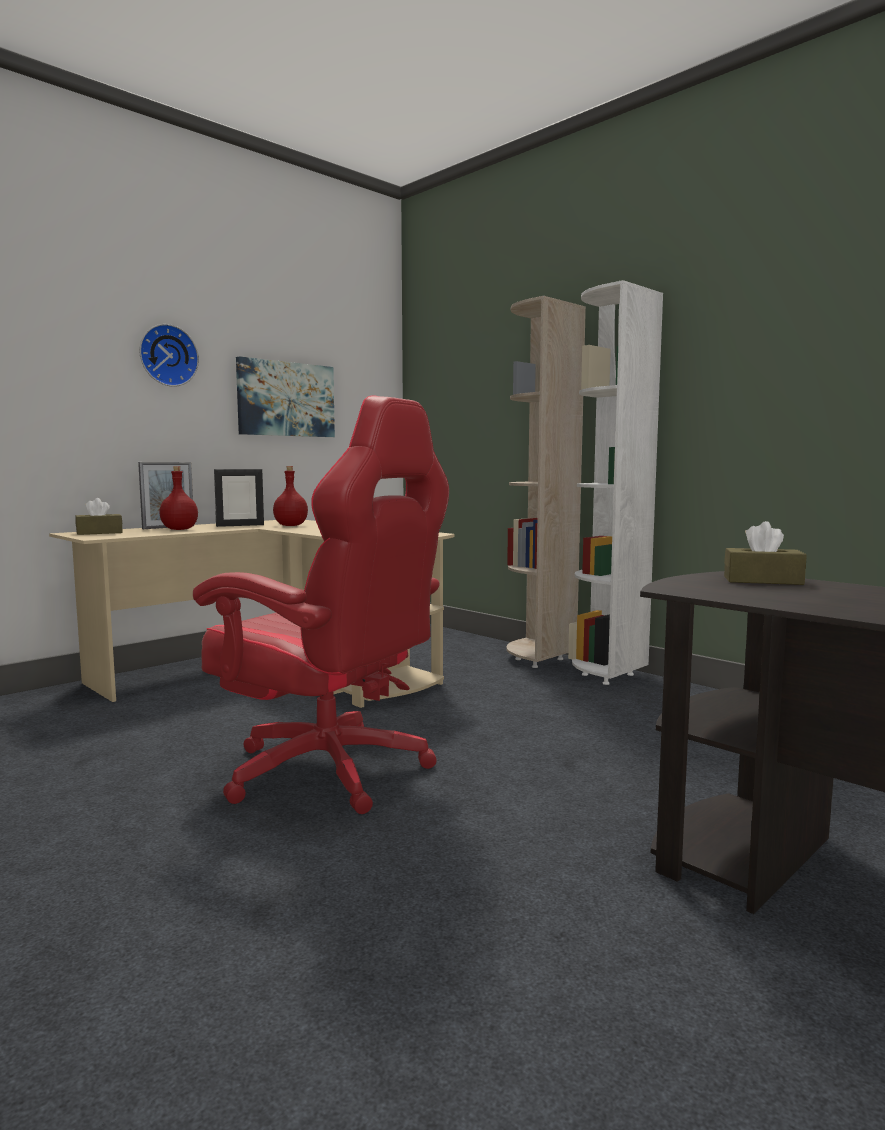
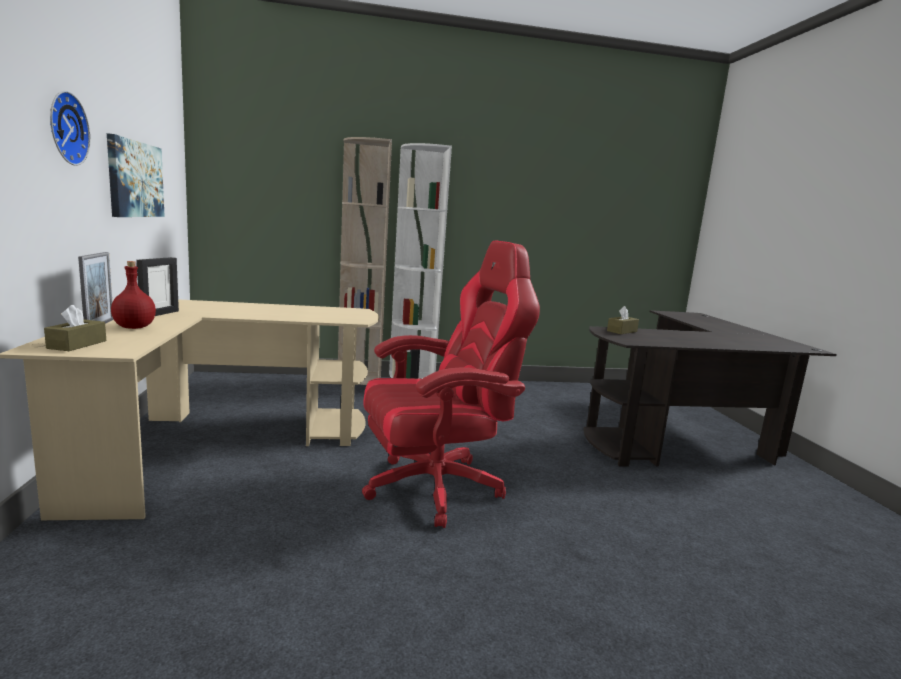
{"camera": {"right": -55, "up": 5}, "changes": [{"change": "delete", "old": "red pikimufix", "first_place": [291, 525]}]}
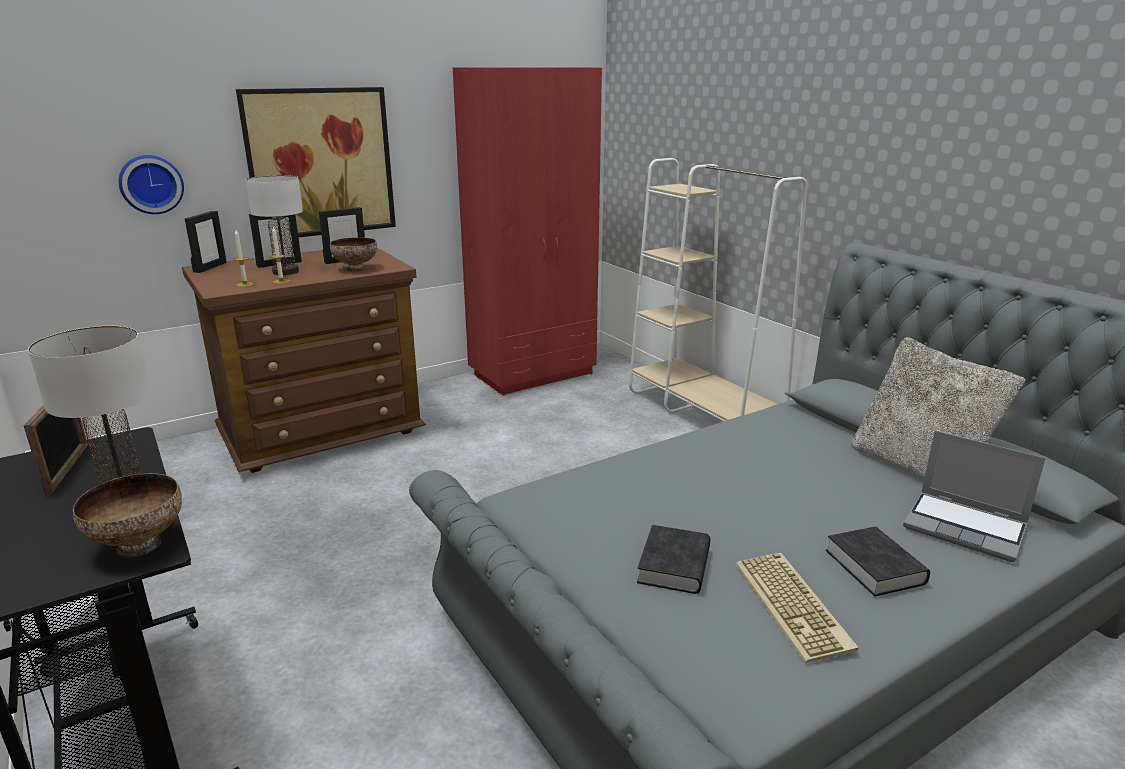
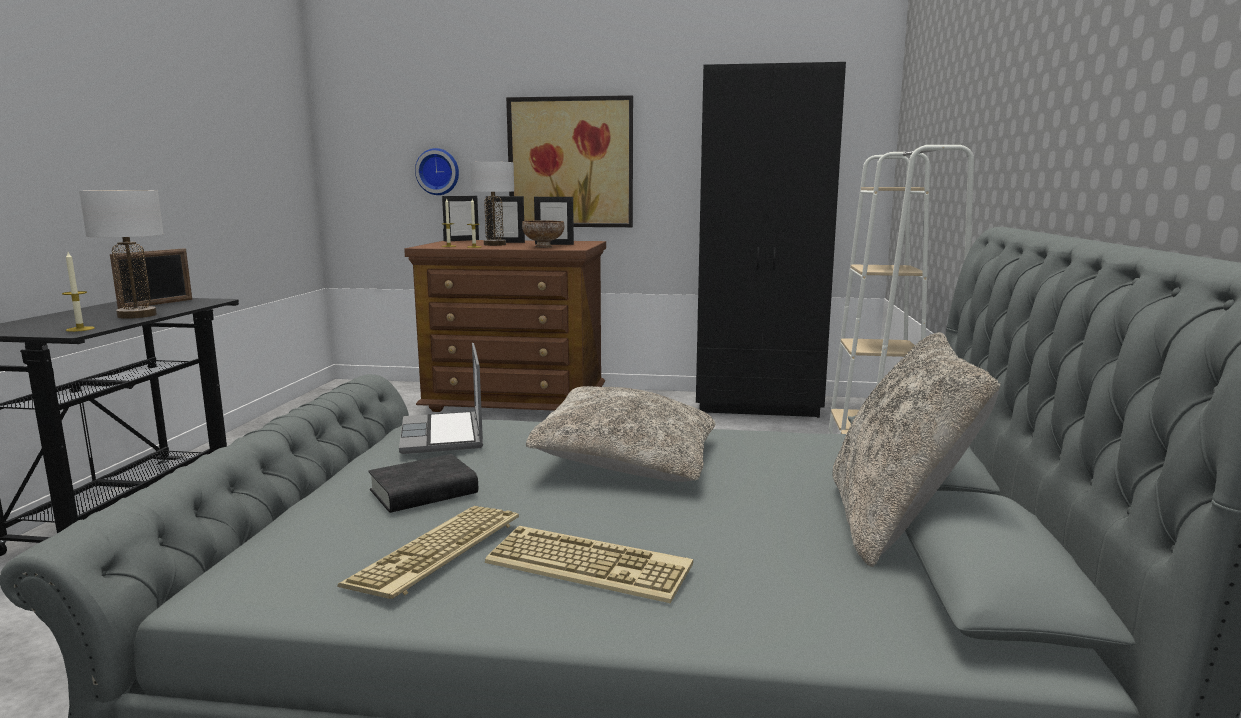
{"camera": {"right": 40, "up": -10}, "changes": [{"change": "recolor", "old": "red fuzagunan", "new": "black fuzagunan", "first_place": [533, 374], "second_place": [758, 405]}, {"change": "move", "old": "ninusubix", "first_place": [966, 527], "second_place": [444, 435]}, {"change": "replace", "old": "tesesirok", "new": "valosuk", "first_place": [140, 544], "second_place": [80, 329]}, {"change": "replace", "old": "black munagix", "new": "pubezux", "first_place": [875, 567], "second_place": [591, 564]}, {"change": "insert", "new": "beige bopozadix", "second_place": [628, 460]}]}
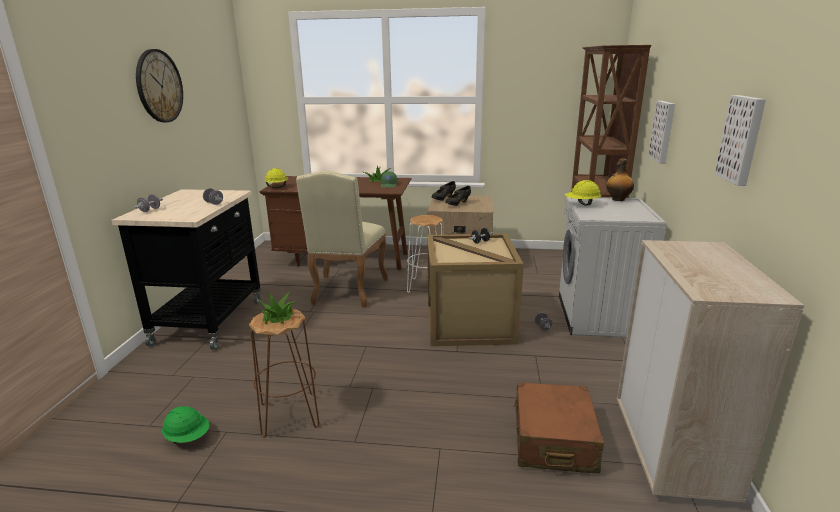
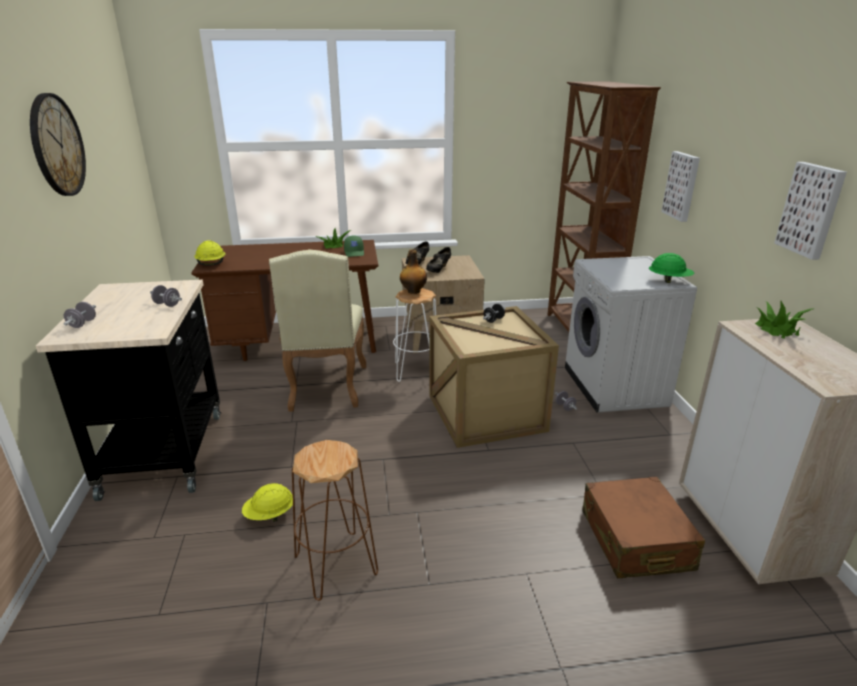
{"camera": {"right": -15, "up": 5}, "changes": [{"change": "move", "old": "pikimufix", "first_place": [617, 199], "second_place": [413, 291]}, {"change": "move", "old": "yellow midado", "first_place": [582, 204], "second_place": [270, 515]}, {"change": "move", "old": "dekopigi", "first_place": [277, 316], "second_place": [777, 329]}, {"change": "move", "old": "green midado", "first_place": [188, 437], "second_place": [669, 281]}]}
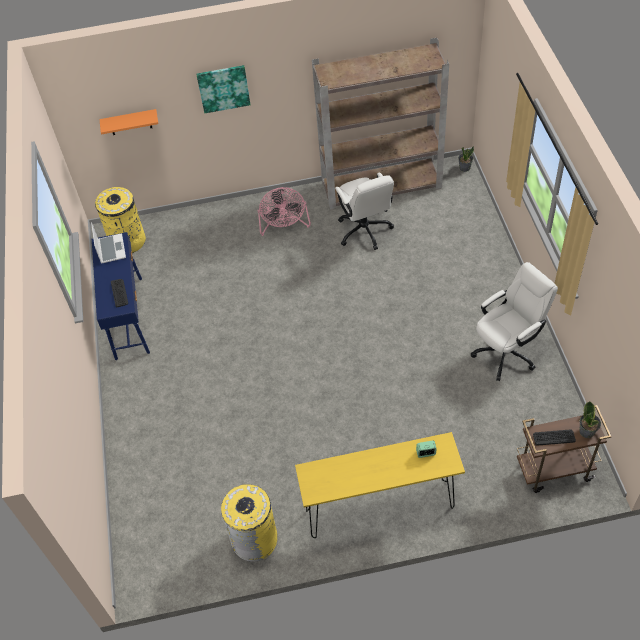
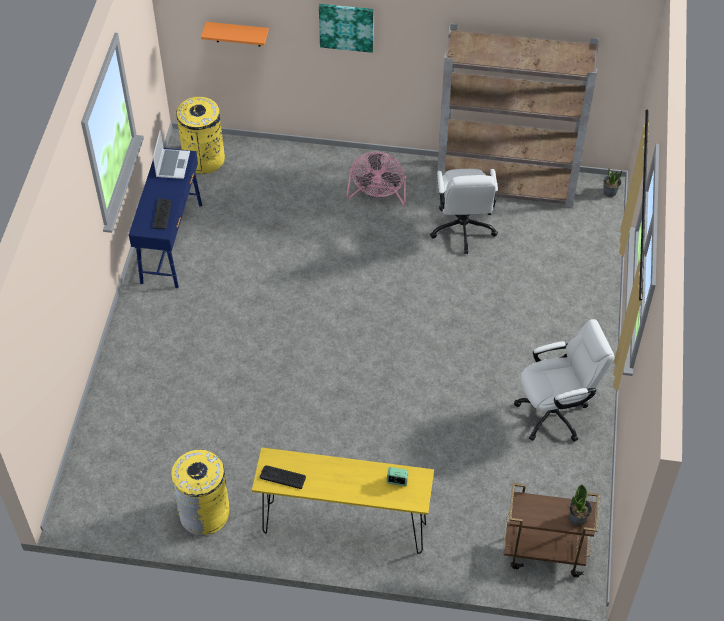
{"camera": {"right": 15, "up": 0}, "changes": [{"change": "move", "old": "pubezux", "first_place": [553, 437], "second_place": [283, 477]}]}
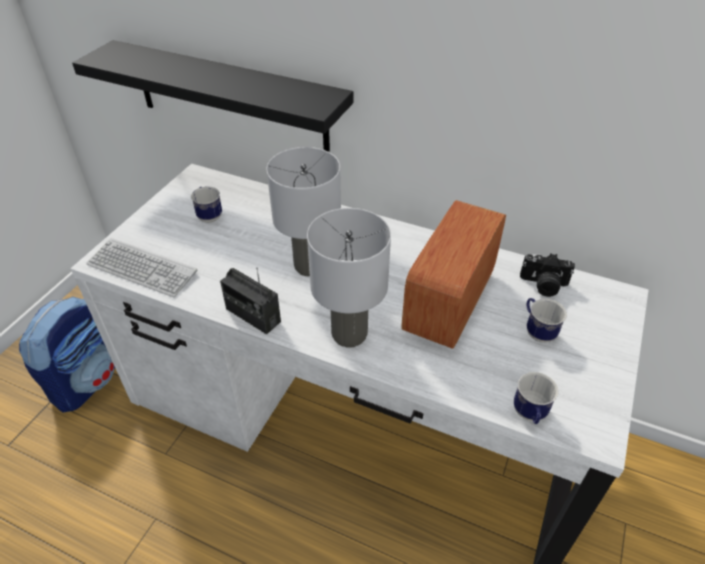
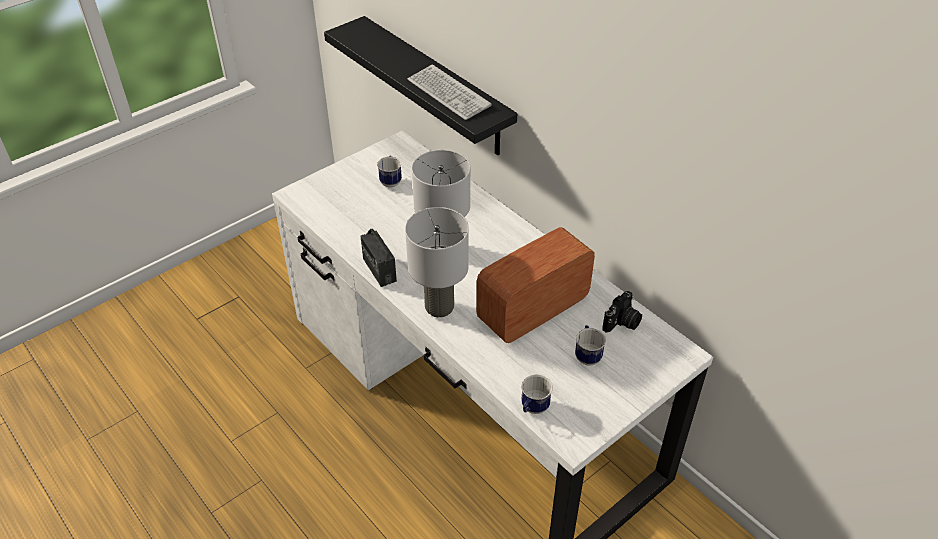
{"camera": {"right": 25, "up": 0}, "changes": [{"change": "move", "old": "pubezux", "first_place": [142, 269], "second_place": [448, 93]}, {"change": "rotate", "old": "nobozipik", "first_place": [543, 285], "second_place": [622, 323], "degrees": -90}, {"change": "delete", "old": "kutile", "first_place": [86, 381]}]}
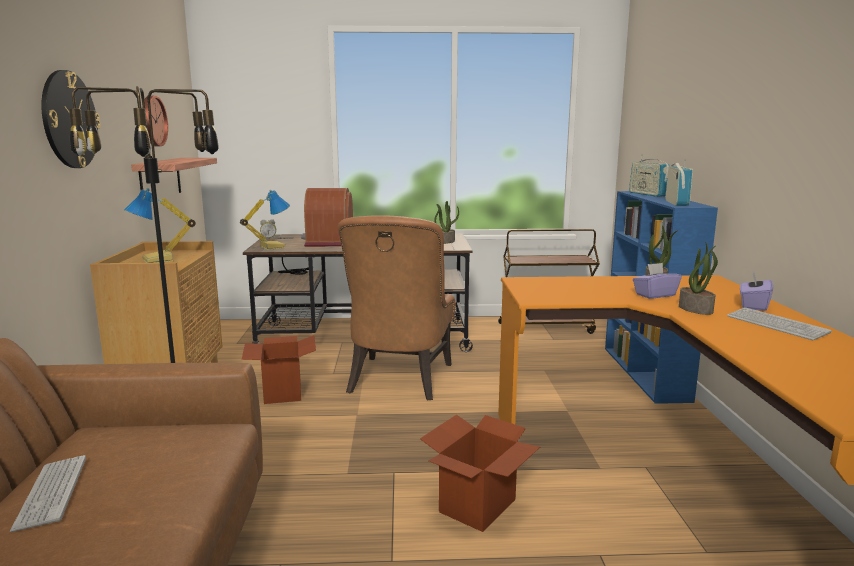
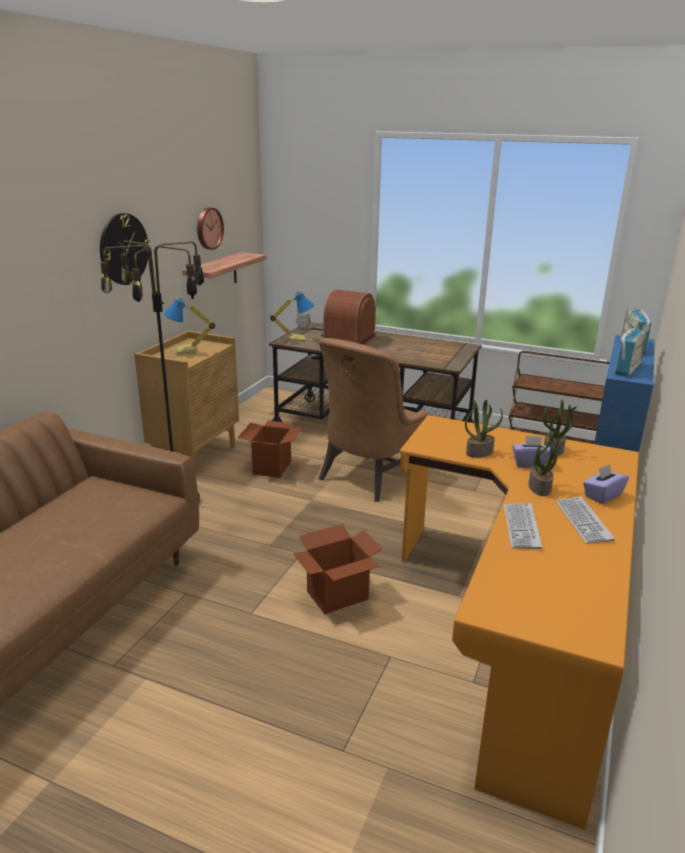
{"camera": {"right": 25, "up": 10}, "changes": [{"change": "move", "old": "dekopigi", "first_place": [446, 241], "second_place": [479, 452]}, {"change": "move", "old": "pubezux", "first_place": [52, 493], "second_place": [521, 526]}]}
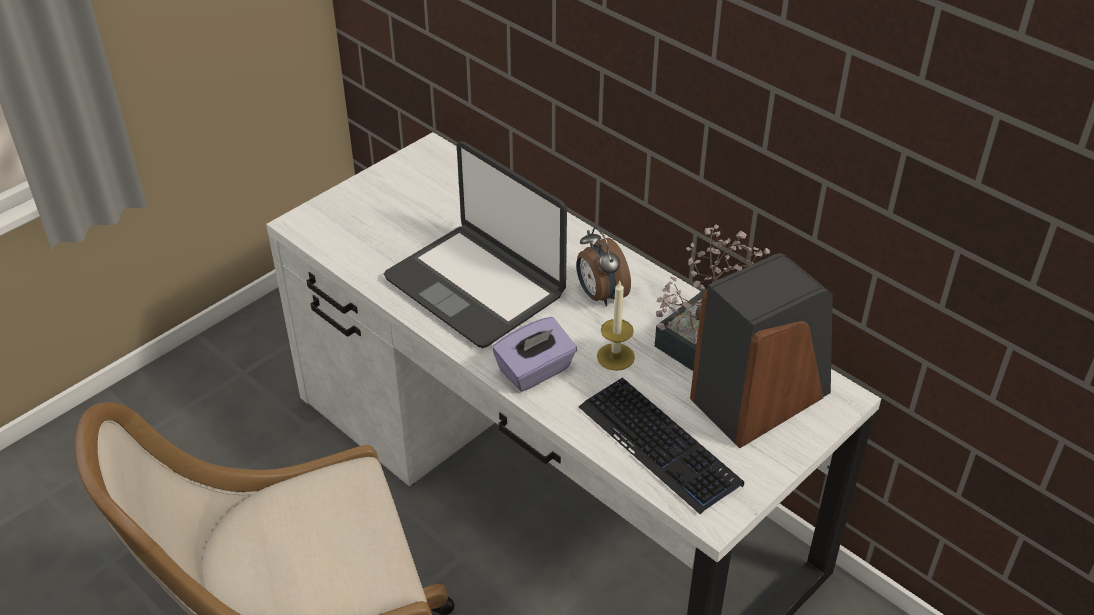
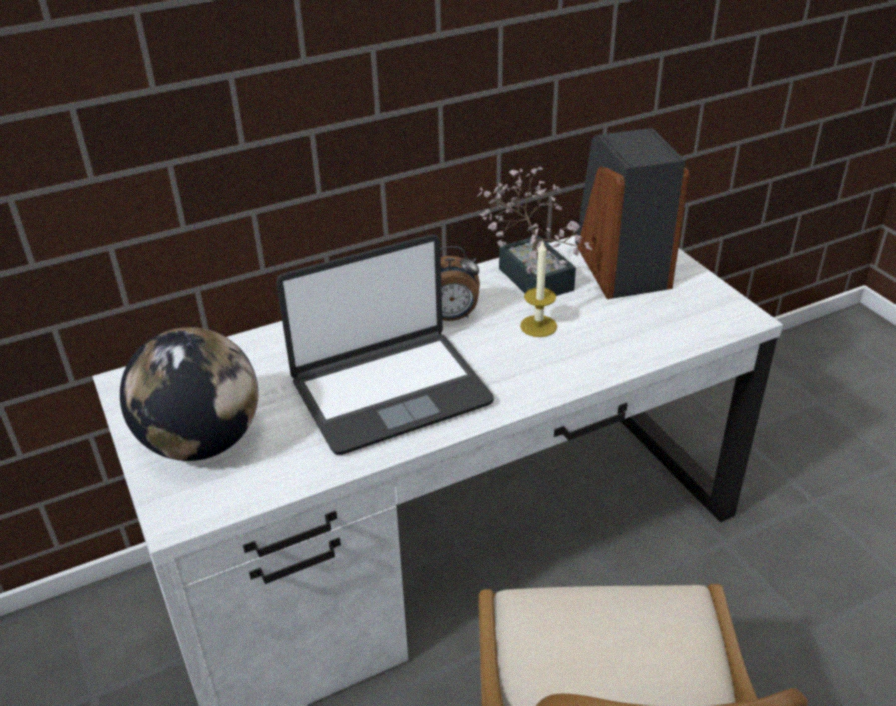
{"camera": {"right": -70, "up": -5}, "changes": [{"change": "delete", "old": "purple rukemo", "first_place": [535, 371]}, {"change": "delete", "old": "pubezux", "first_place": [659, 445]}, {"change": "insert", "new": "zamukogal", "second_place": [202, 442]}]}
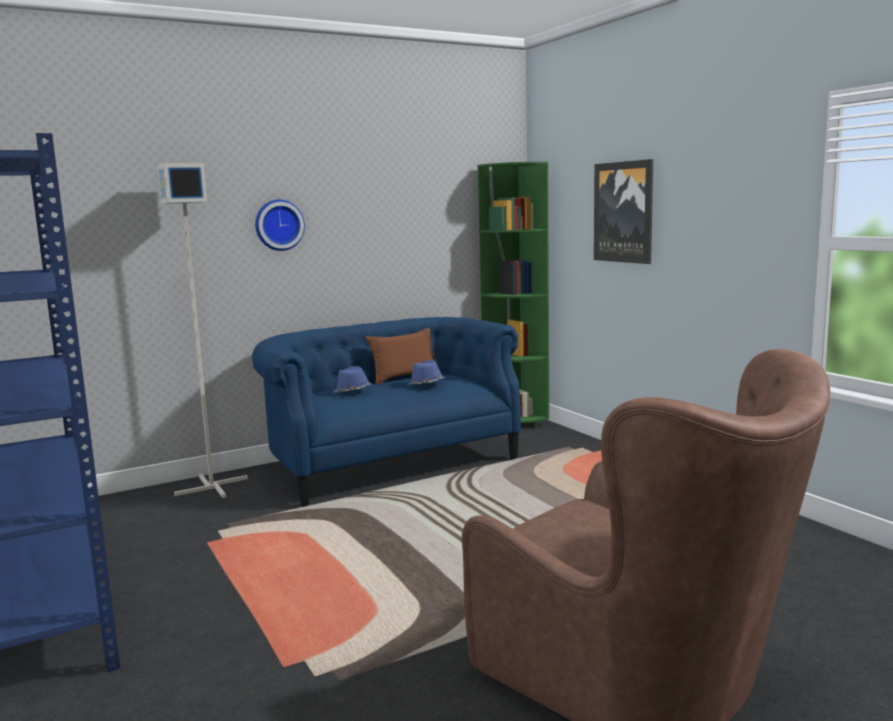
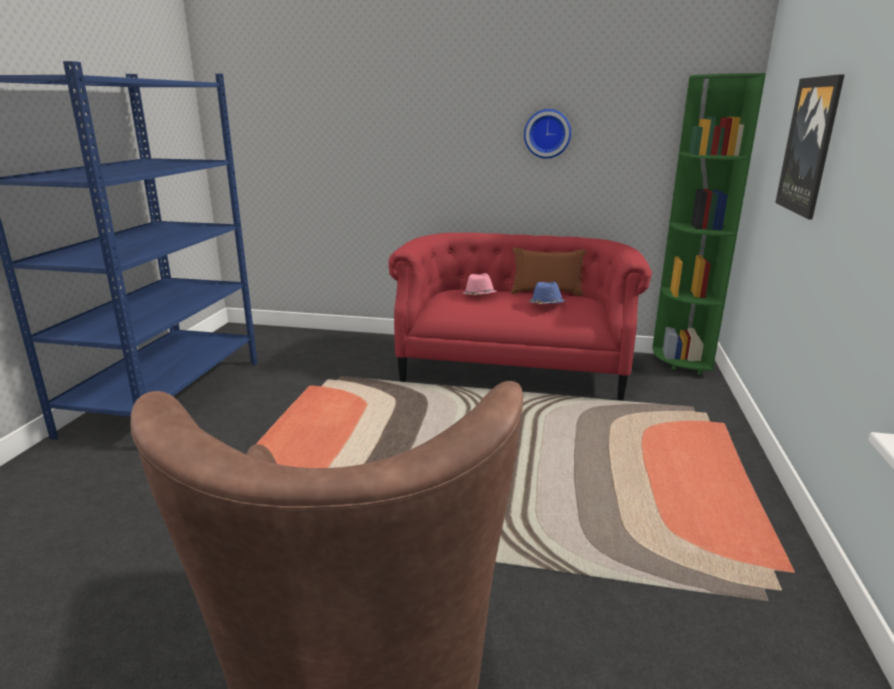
{"camera": {"right": 40, "up": 10}, "changes": [{"change": "delete", "old": "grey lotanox", "first_place": [211, 486]}, {"change": "move", "old": "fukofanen", "first_place": [278, 225], "second_place": [547, 133]}, {"change": "recolor", "old": "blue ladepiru", "new": "red ladepiru", "first_place": [390, 463], "second_place": [513, 367]}, {"change": "recolor", "old": "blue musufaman", "new": "pink musufaman", "first_place": [352, 392], "second_place": [479, 296]}]}
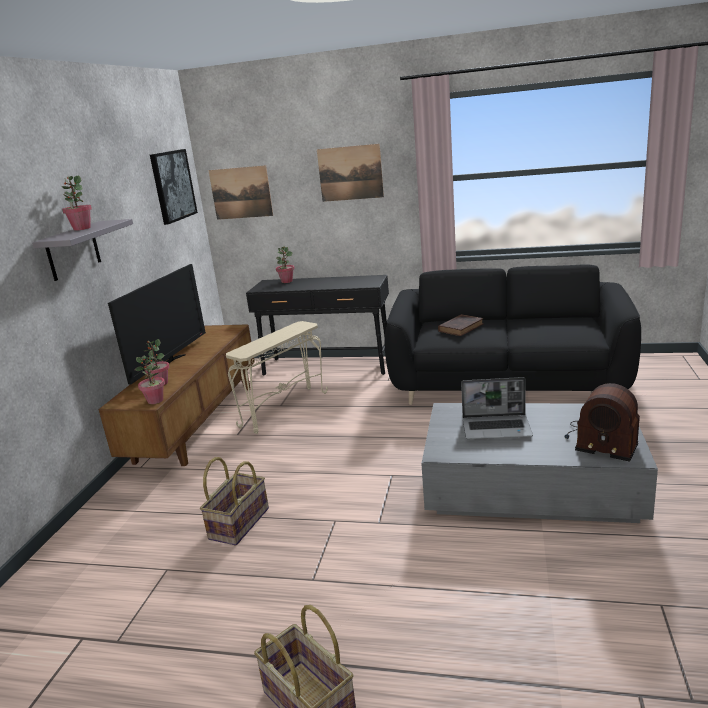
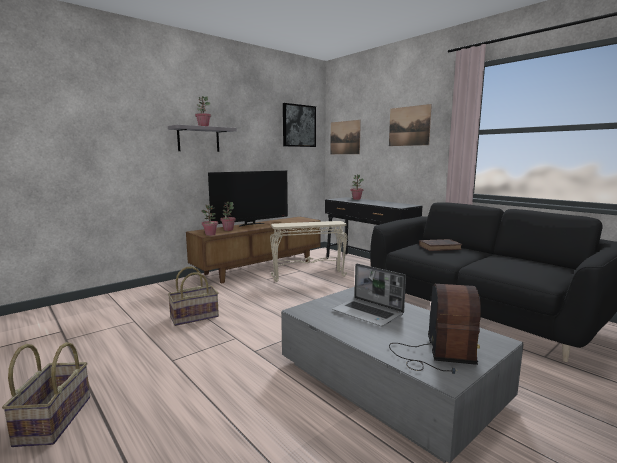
{"camera": {"right": 35, "up": -10}, "changes": [{"change": "rotate", "old": "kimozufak", "first_place": [600, 440], "second_place": [437, 353], "degrees": -150}]}
